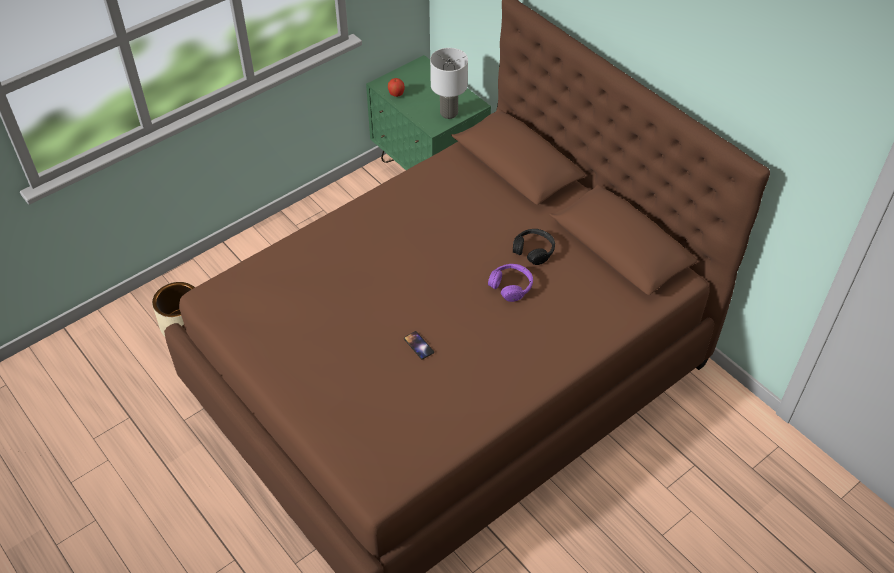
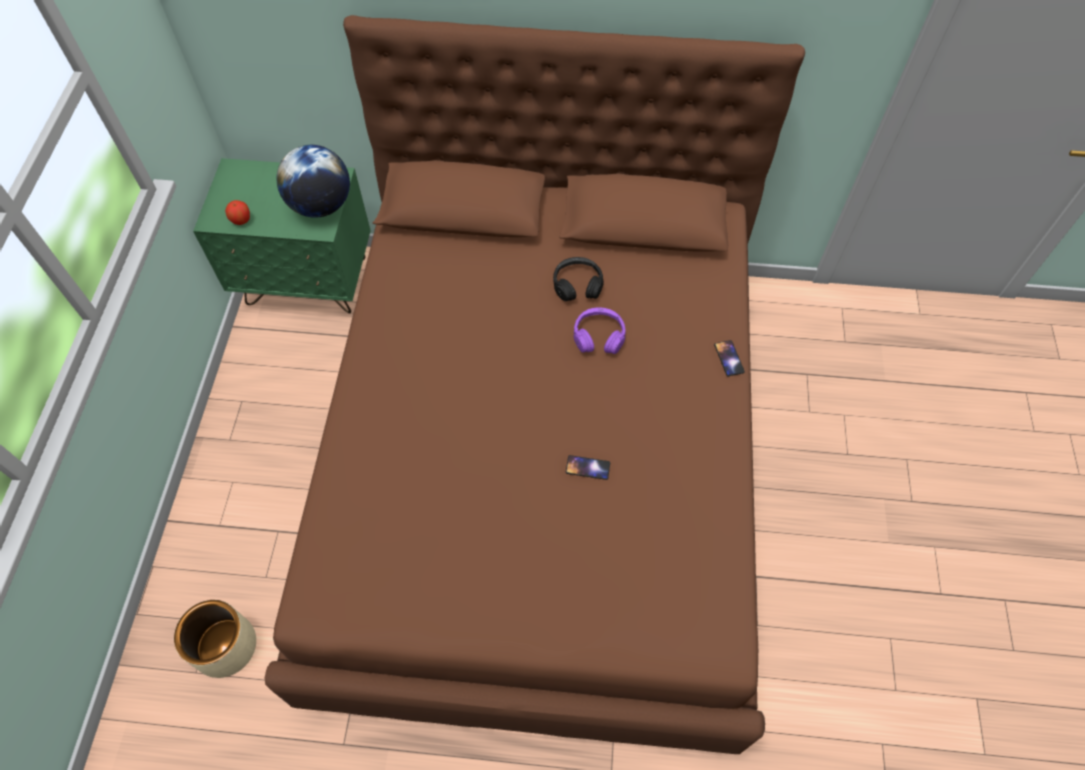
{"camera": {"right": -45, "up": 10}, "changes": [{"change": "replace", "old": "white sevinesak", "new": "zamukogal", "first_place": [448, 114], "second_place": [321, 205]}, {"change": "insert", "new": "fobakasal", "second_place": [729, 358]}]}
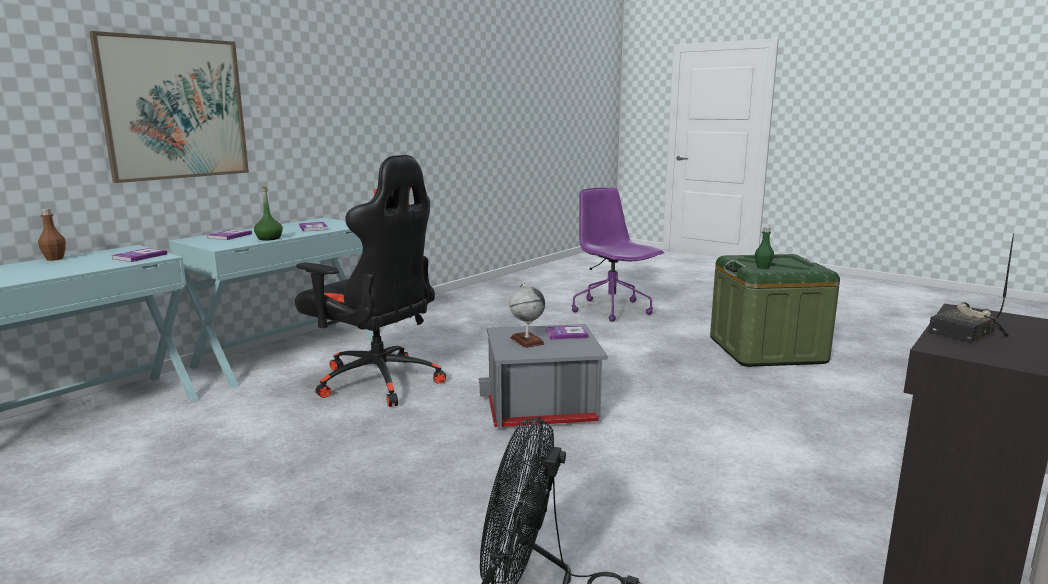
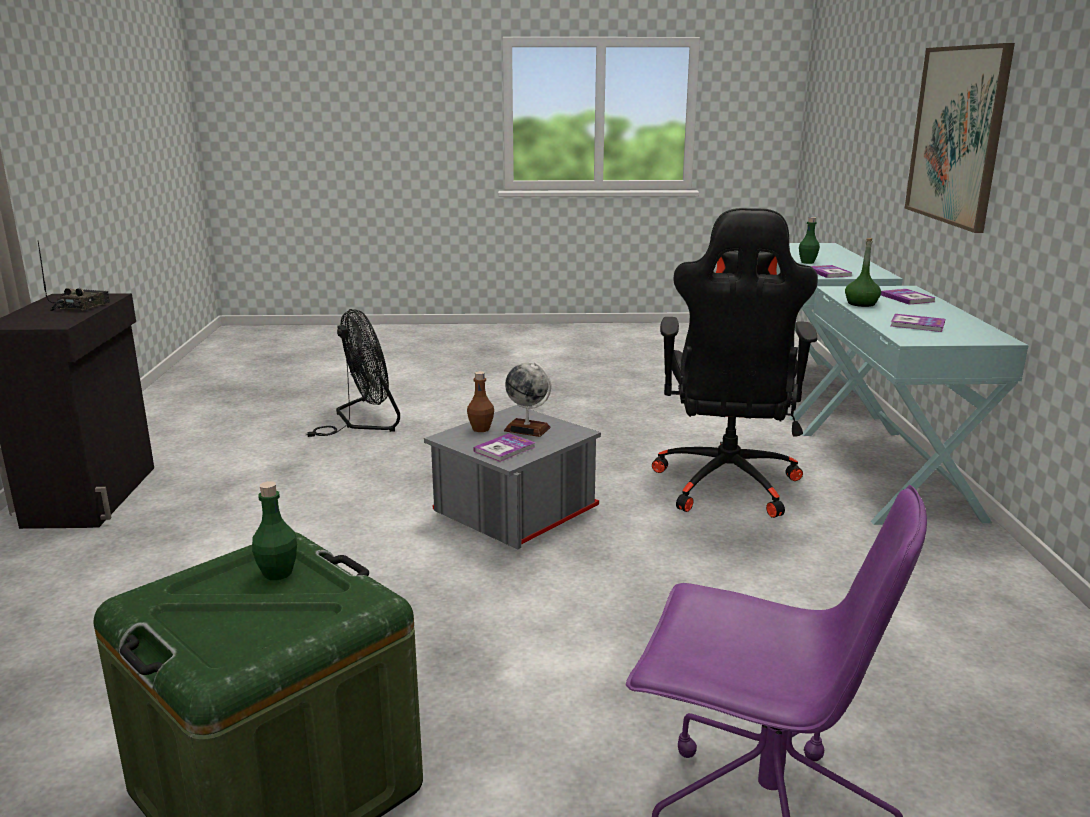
{"camera": {"right": 140, "up": 5}, "changes": [{"change": "rotate", "old": "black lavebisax", "first_place": [372, 380], "second_place": [726, 479], "degrees": -75}, {"change": "move", "old": "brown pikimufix", "first_place": [55, 259], "second_place": [481, 429]}, {"change": "insert", "new": "green pikimufix", "second_place": [807, 262]}]}
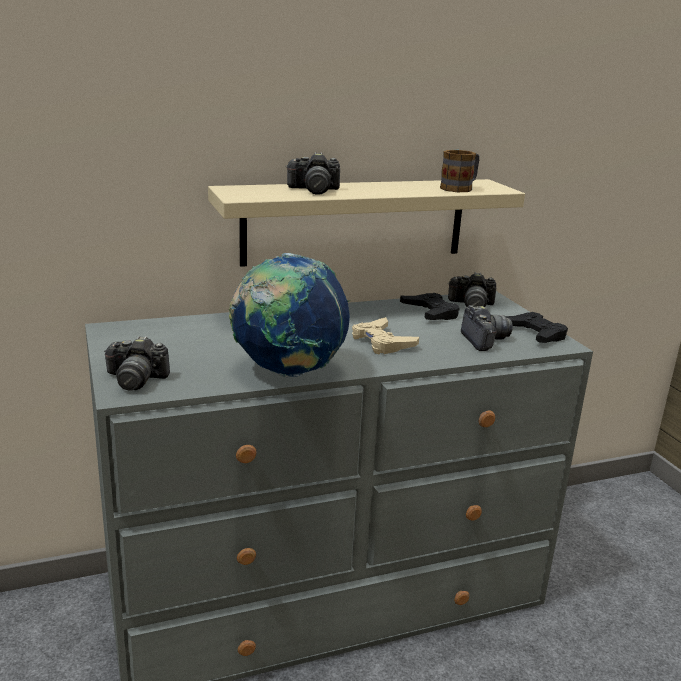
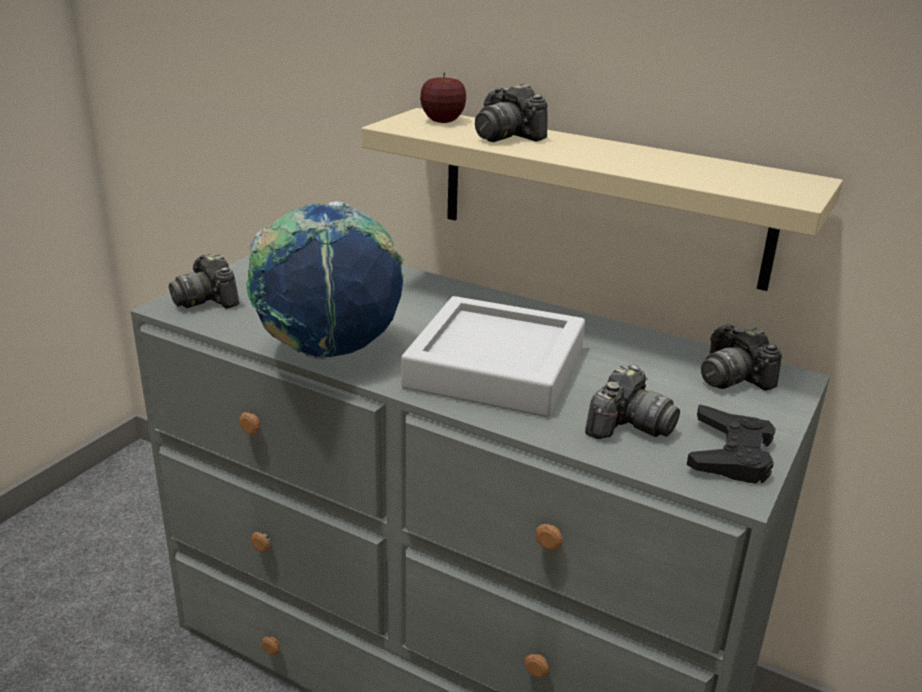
{"camera": {"right": 50, "up": 5}, "changes": [{"change": "delete", "old": "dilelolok", "first_place": [460, 188]}, {"change": "delete", "old": "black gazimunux", "first_place": [430, 312]}, {"change": "replace", "old": "beige gazimunux", "new": "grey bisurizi", "first_place": [382, 342], "second_place": [495, 368]}, {"change": "insert", "new": "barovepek", "second_place": [442, 120]}]}
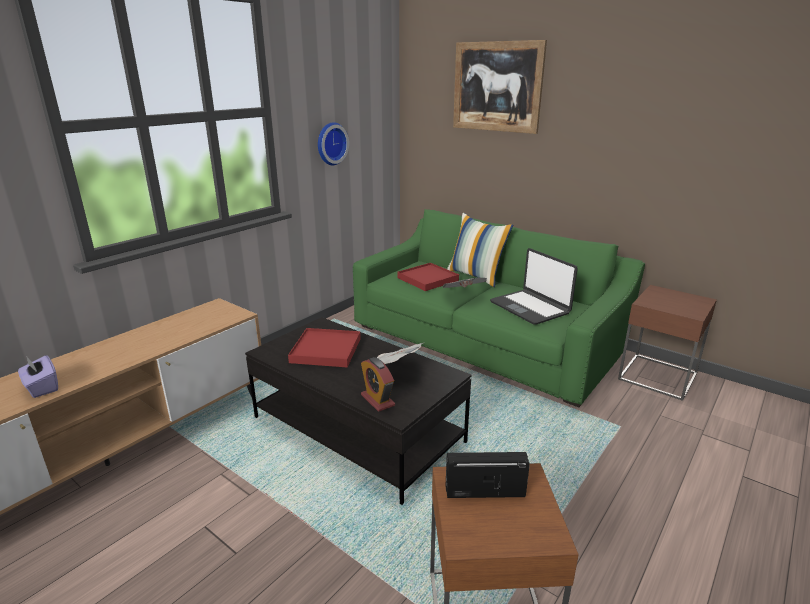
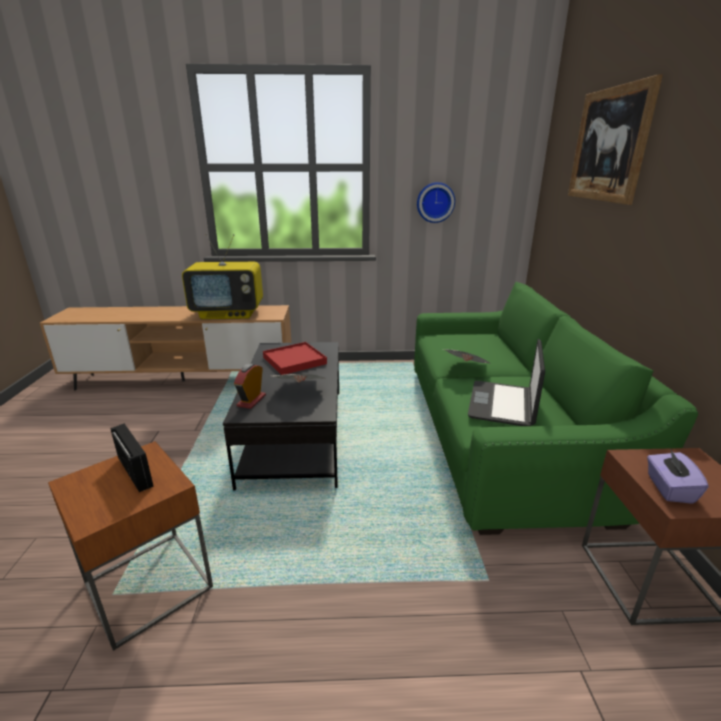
{"camera": {"right": 50, "up": 0}, "changes": [{"change": "delete", "old": "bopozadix", "first_place": [476, 276]}, {"change": "delete", "old": "red bisurizi", "first_place": [428, 279]}, {"change": "move", "old": "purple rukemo", "first_place": [42, 387], "second_place": [669, 489]}, {"change": "insert", "new": "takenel", "second_place": [229, 314]}]}
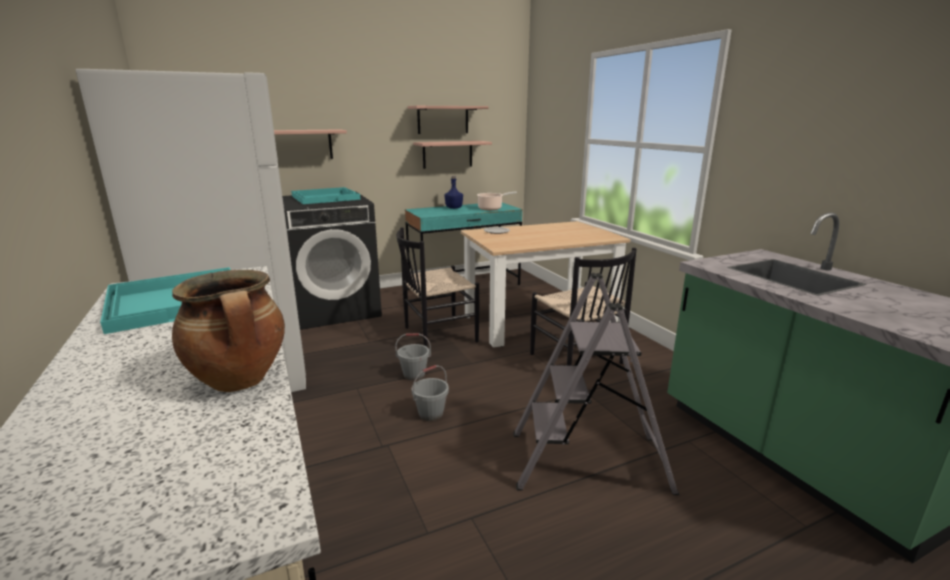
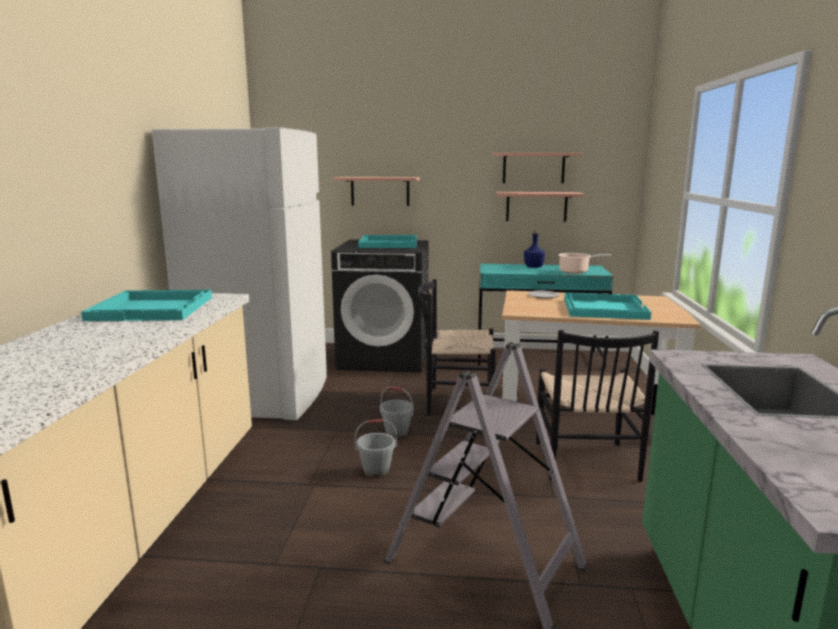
{"camera": {"right": 30, "up": -5}, "changes": [{"change": "delete", "old": "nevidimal", "first_place": [241, 381]}, {"change": "insert", "new": "turquoise bisurizi", "second_place": [603, 308]}]}
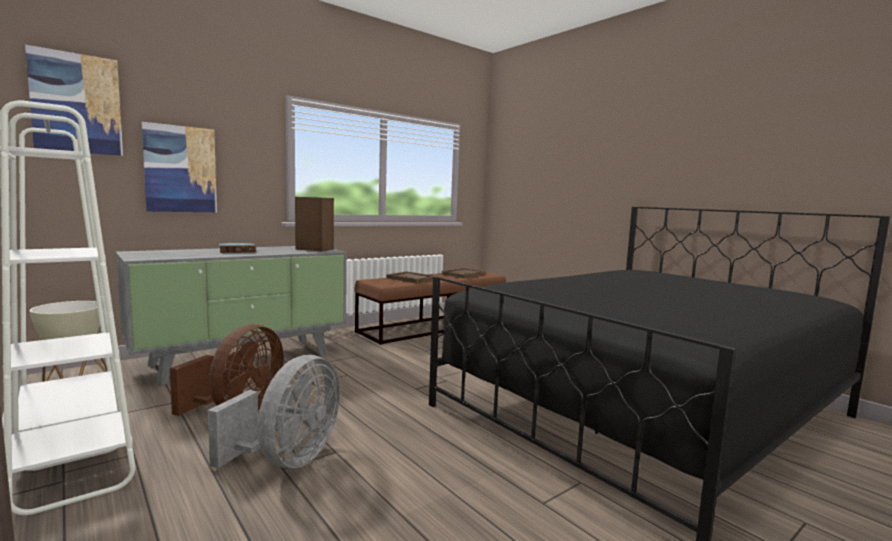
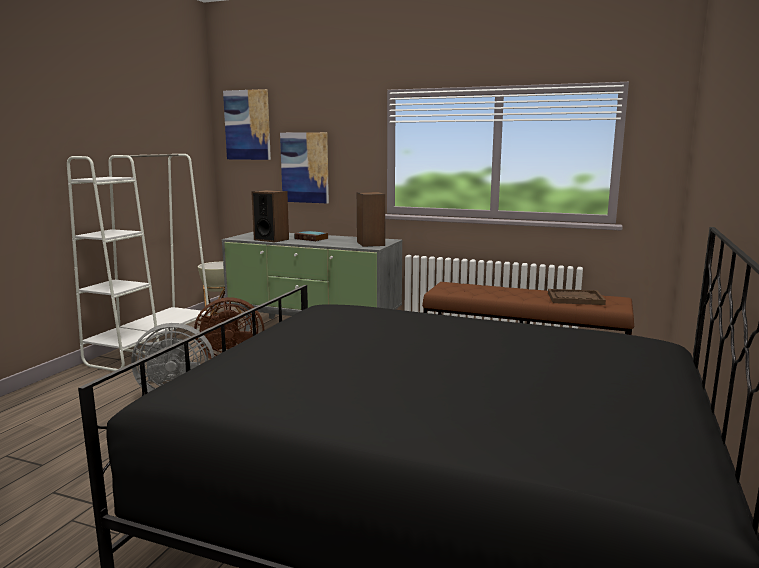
{"camera": {"right": 60, "up": 5}, "changes": [{"change": "delete", "old": "brown bisurizi", "first_place": [411, 279]}, {"change": "insert", "new": "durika", "second_place": [271, 239]}]}
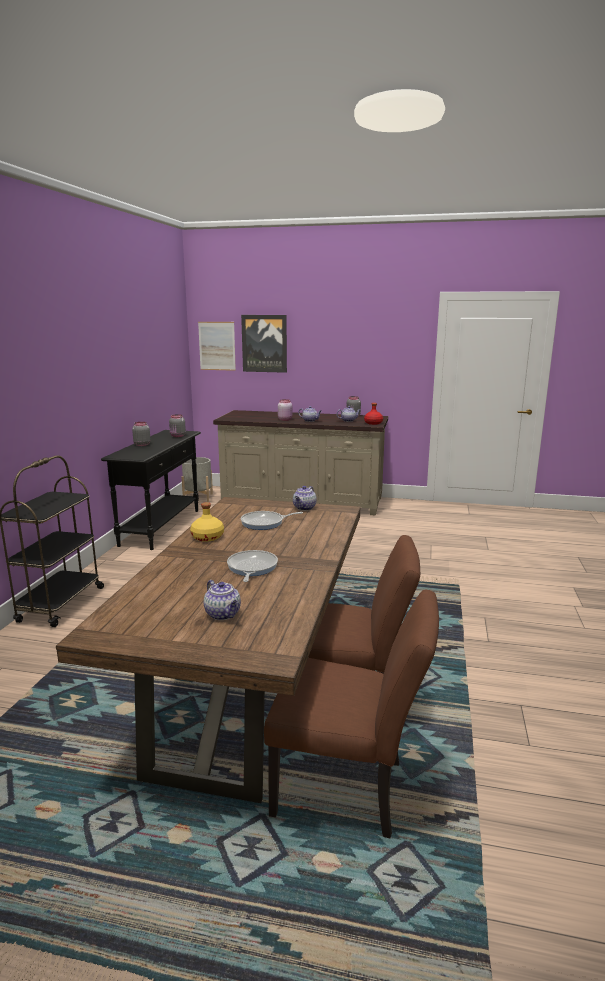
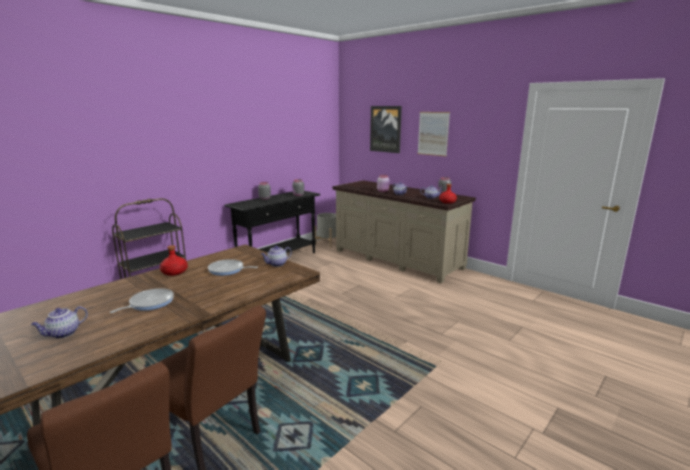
{"camera": {"right": 30, "up": 0}, "changes": [{"change": "move", "old": "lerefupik", "first_place": [217, 346], "second_place": [433, 133]}, {"change": "recolor", "old": "yellow pikimufix", "new": "red pikimufix", "first_place": [207, 537], "second_place": [174, 272]}, {"change": "rotate", "old": "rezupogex", "first_place": [223, 614], "second_place": [63, 334], "degrees": 45}]}
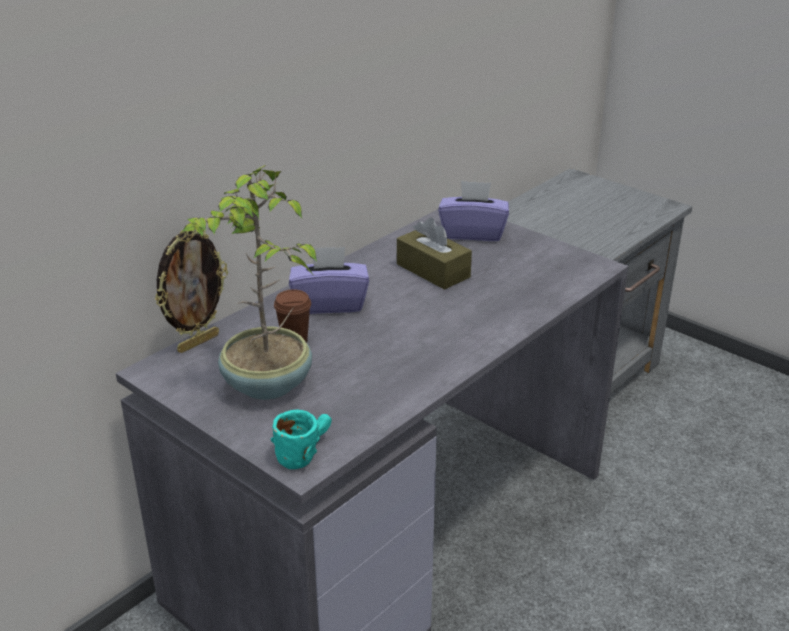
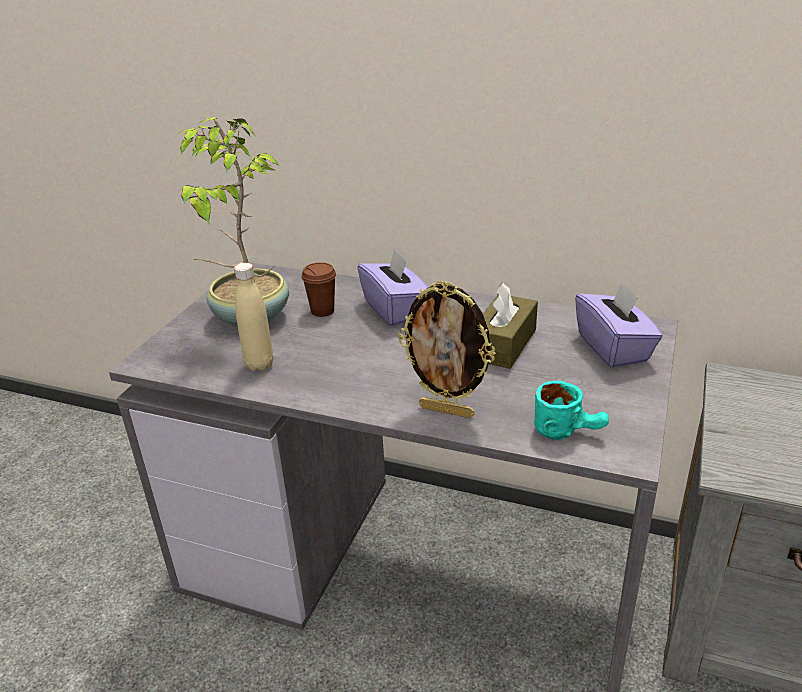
{"camera": {"right": 70, "up": 0}, "changes": [{"change": "move", "old": "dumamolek", "first_place": [198, 342], "second_place": [447, 410]}, {"change": "move", "old": "turquoise dilelolok", "first_place": [303, 451], "second_place": [569, 430]}, {"change": "insert", "new": "beige pikimufix", "second_place": [259, 365]}]}
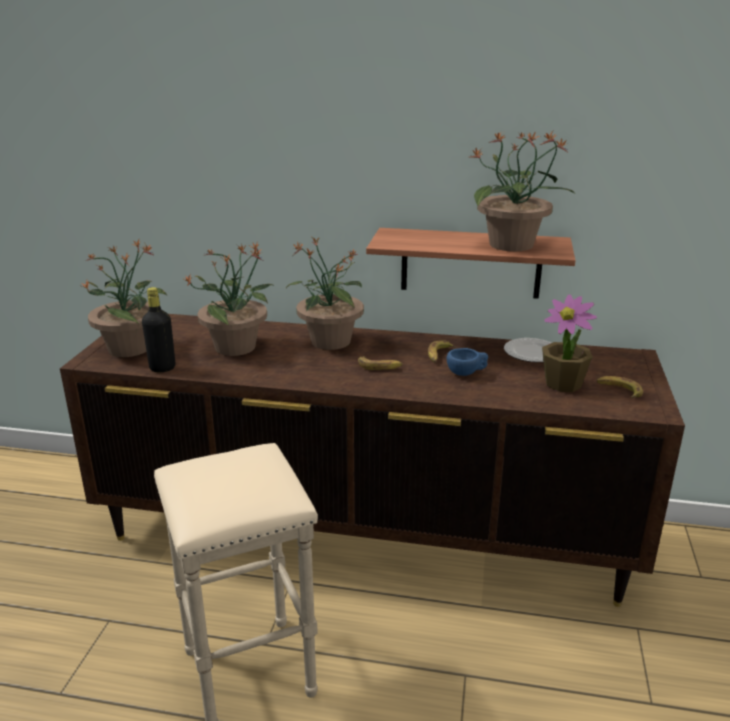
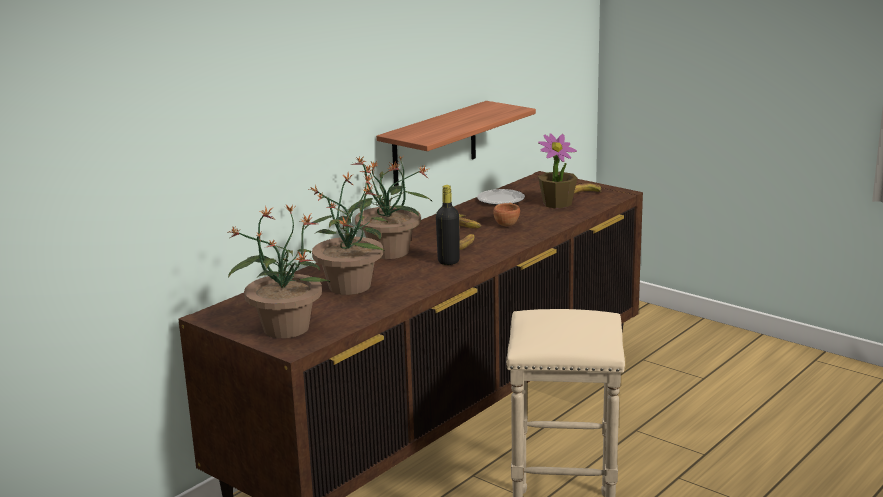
{"camera": {"right": -60, "up": -5}, "changes": [{"change": "delete", "old": "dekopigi", "first_place": [512, 245]}, {"change": "move", "old": "black pikimufix", "first_place": [162, 368], "second_place": [448, 261]}, {"change": "recolor", "old": "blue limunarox", "new": "brown limunarox", "first_place": [467, 373], "second_place": [507, 223]}]}
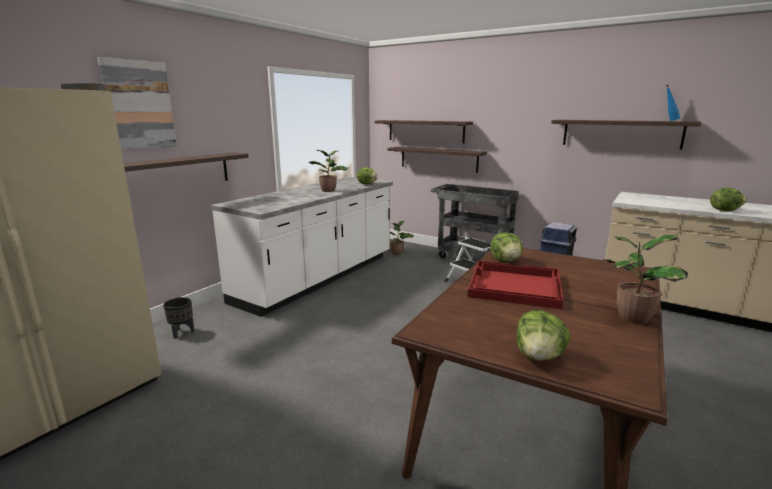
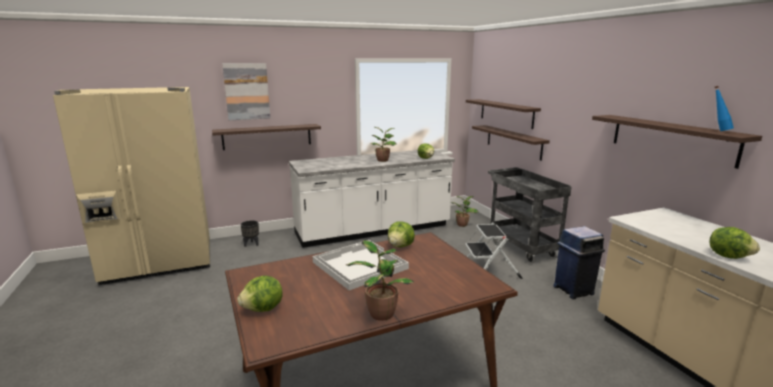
{"camera": {"right": 35, "up": 0}, "changes": [{"change": "recolor", "old": "red bisurizi", "new": "white bisurizi", "first_place": [514, 286], "second_place": [359, 265]}]}
